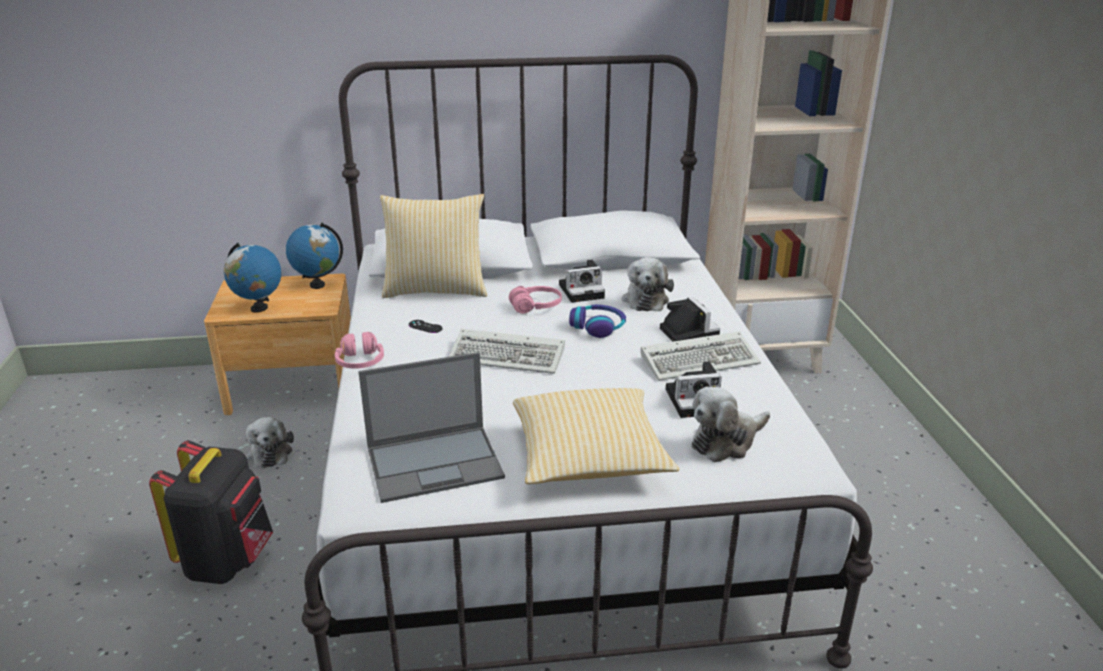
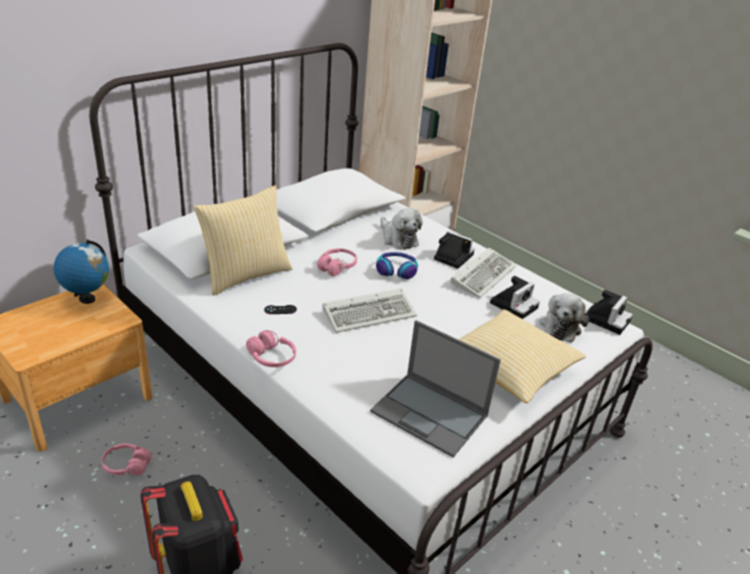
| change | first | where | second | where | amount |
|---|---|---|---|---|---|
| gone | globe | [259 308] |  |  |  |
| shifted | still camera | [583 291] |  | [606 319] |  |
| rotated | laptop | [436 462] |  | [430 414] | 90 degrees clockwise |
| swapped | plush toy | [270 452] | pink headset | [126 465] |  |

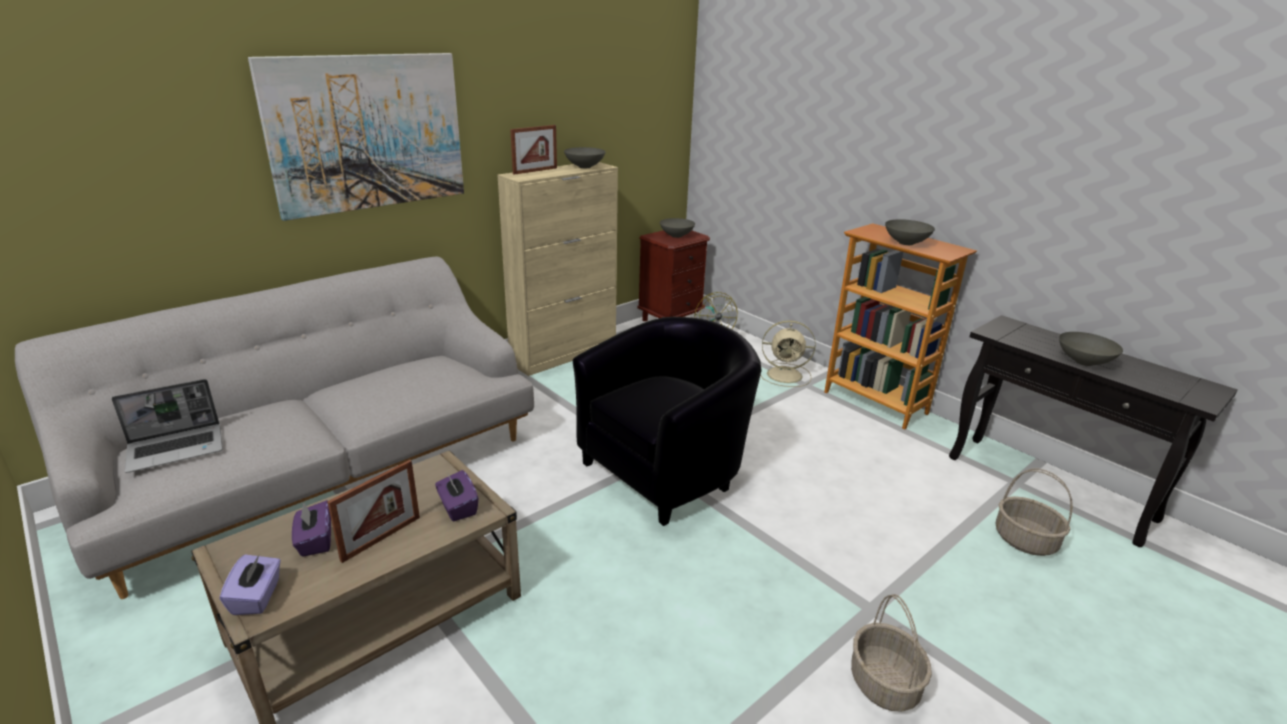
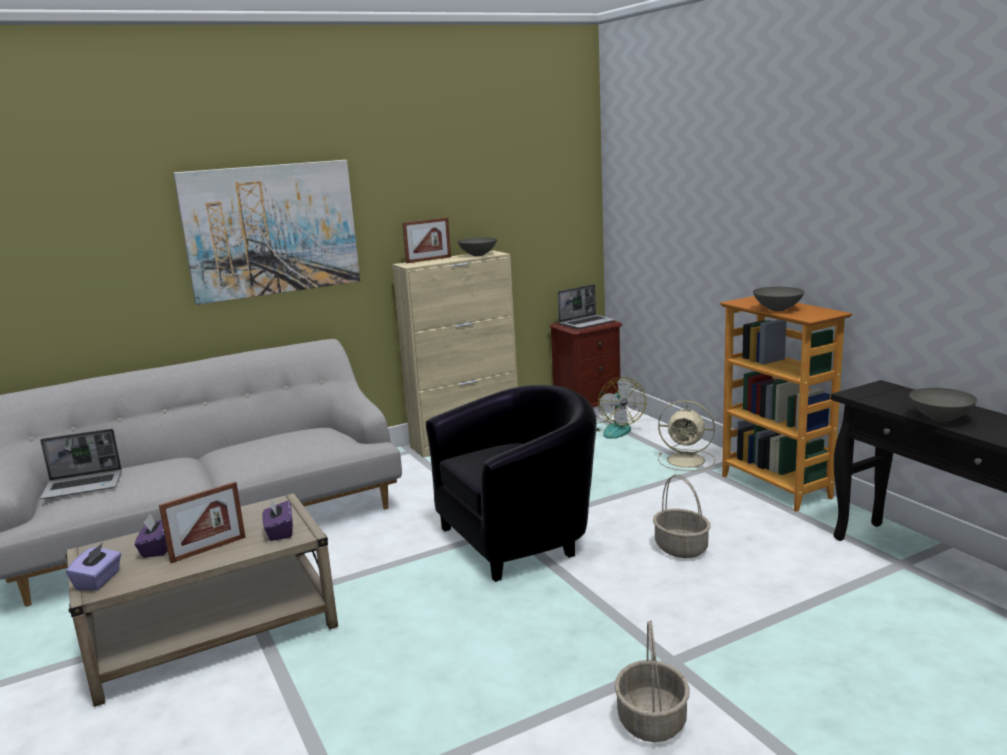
| change | first | where | second | where | amount |
|---|---|---|---|---|---|
| swapped | grey serving bowl | [676 235] | laptop | [587 323] |  |
| shifted | storage basket | [1026 540] |  | [682 548] |  |

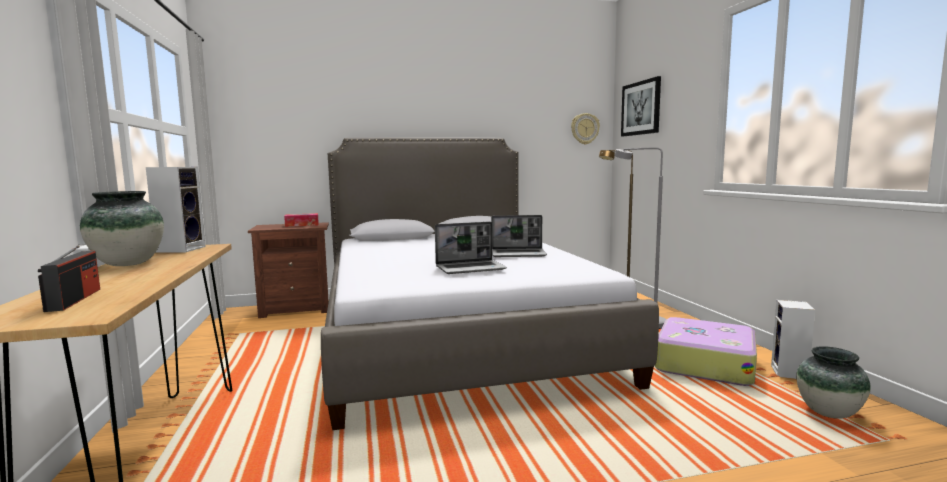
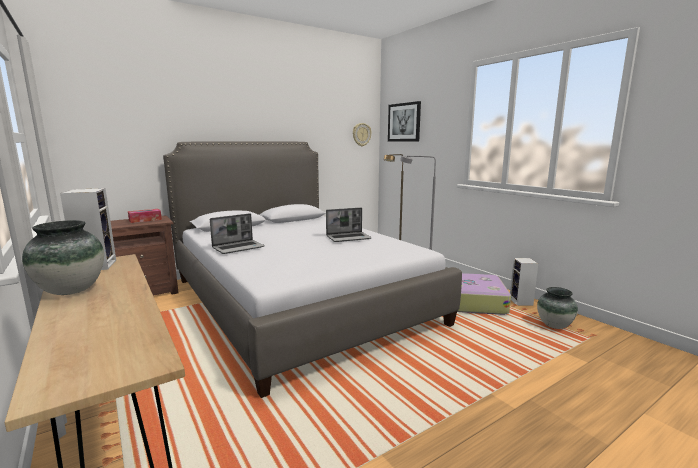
| change | first | where | second | where | amount |
|---|---|---|---|---|---|
| shifted | laptop | [471 268] |  | [238 248] |  |
| gone | radio | [74 299] |  |  |  |

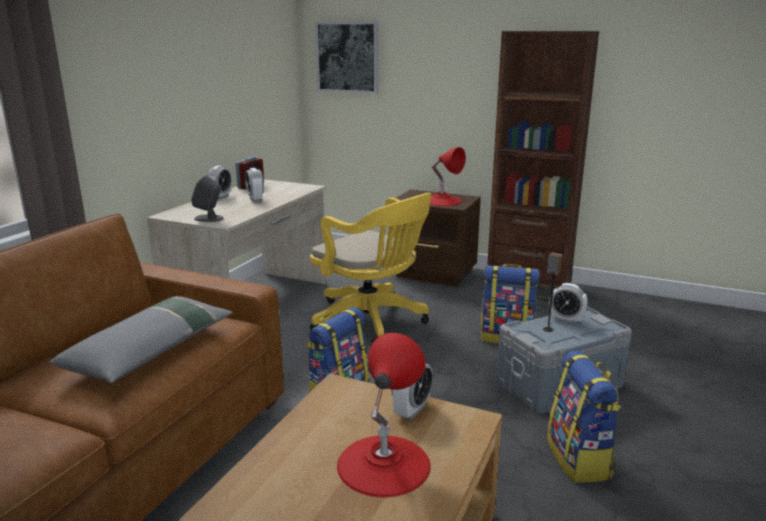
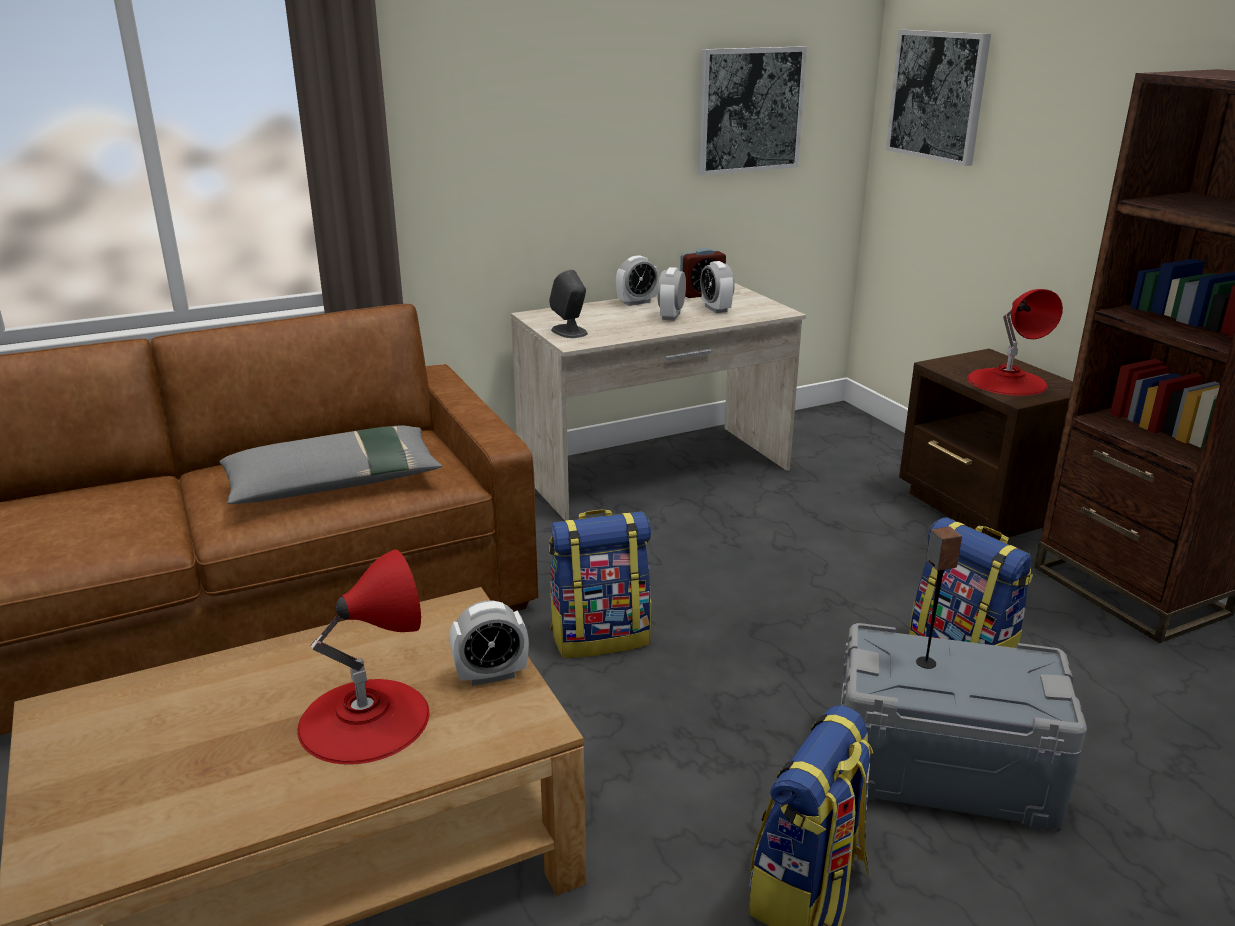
| change | first | where | second | where | amount |
|---|---|---|---|---|---|
| gone | yellow office chair | [373 321] |  |  |  |
| shifted | table clock | [566 320] |  | [716 309] |  |
| new |  |  | wall picture | [749 110] |  |

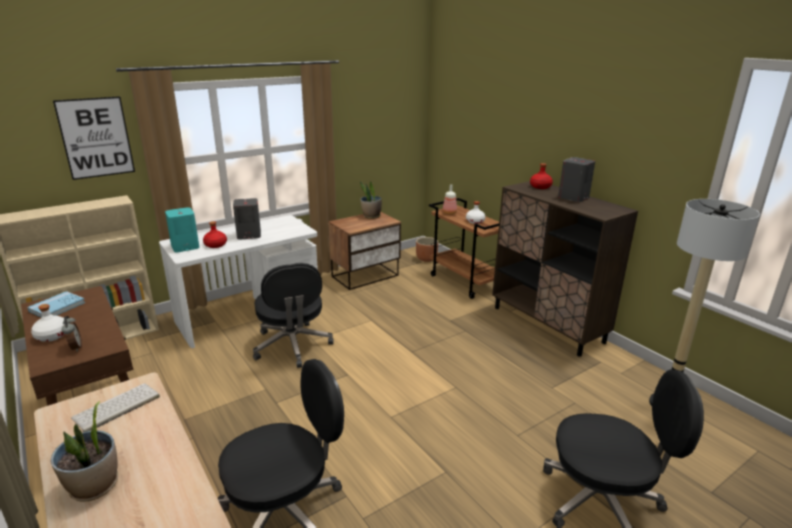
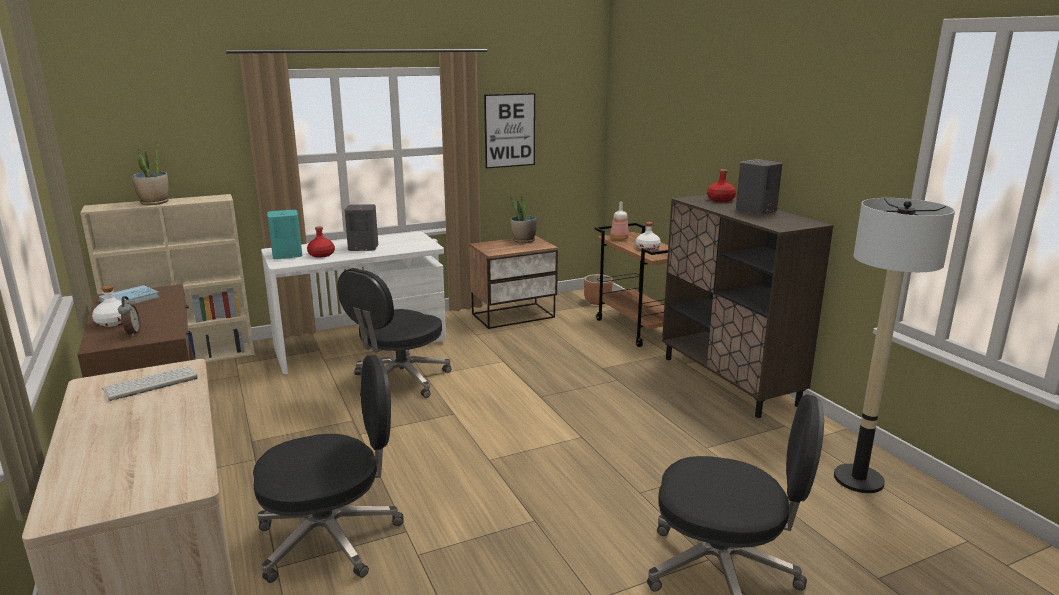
| change | first | where | second | where | amount |
|---|---|---|---|---|---|
| shifted | wall picture | [96 138] |  | [510 130] |  |
| rotated | black-coloured office chair | [292 346] |  | [399 380] | 45 degrees clockwise |
| shifted | houseplant | [94 486] |  | [154 203] |  |

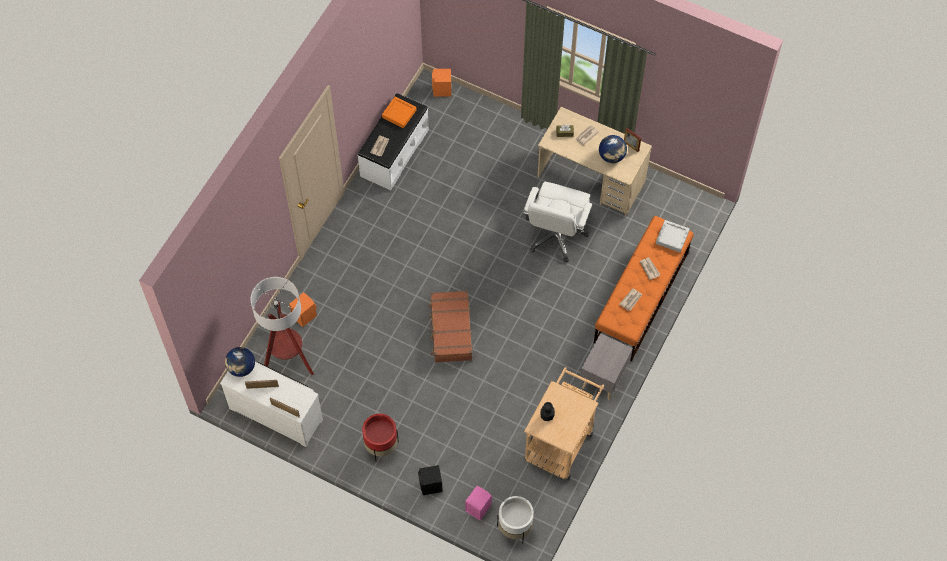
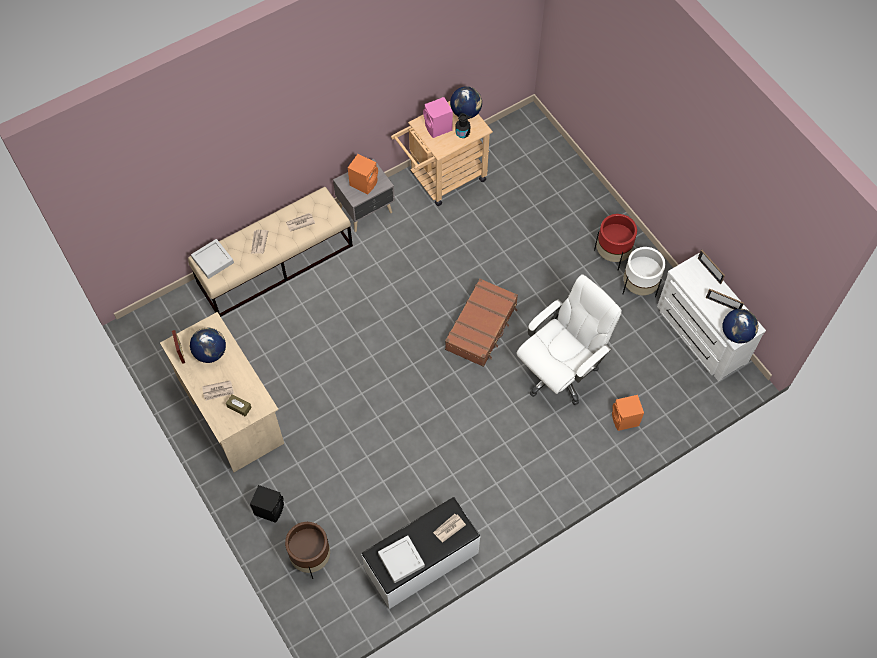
| change | first | where | second | where | amount |
|---|---|---|---|---|---|
| shifted | orange loudspeaker | [442 90] |  | [364 182] |  |
| repainted | orange tray | [399 114] | grey tray | [401 560] |  |
| shifted | white-coloured office chair | [556 236] |  | [560 371] |  |
| repainted | orange long seat | [641 297] | beige long seat | [275 264] |  |
| gone | standard lamp | [289 360] |  |  |  |
| shifted | black-coloured loudspeaker | [431 486] |  | [270 508] |  |
| shifted | pink loudspeaker | [477 507] |  | [438 128] |  |
| shifted | white-coloured plant pot | [515 527] |  | [639 287] |  |
| new |  |  | globe | [466 112] |  |
| new |  |  | brownish plant pot | [311 557] |  |

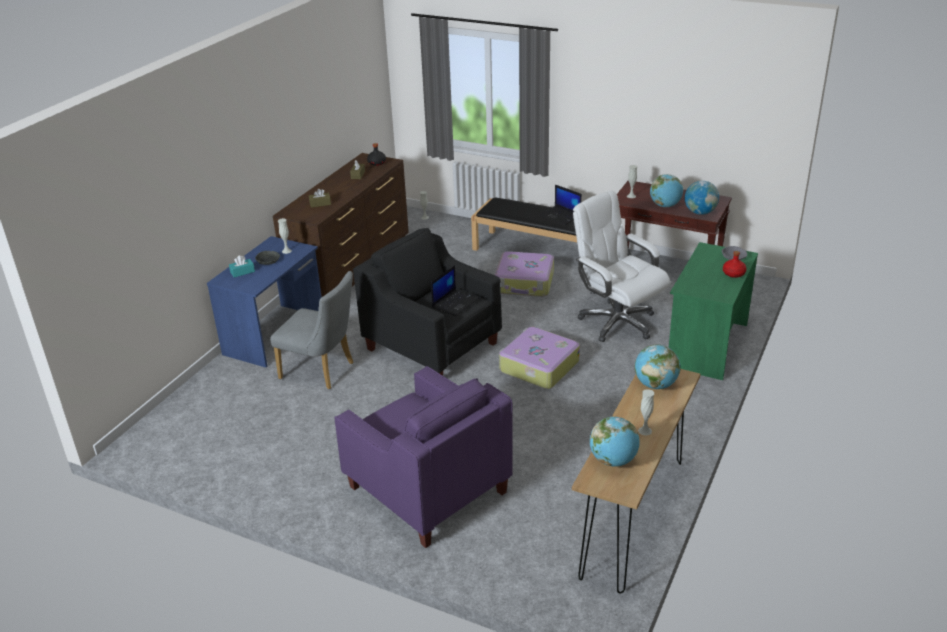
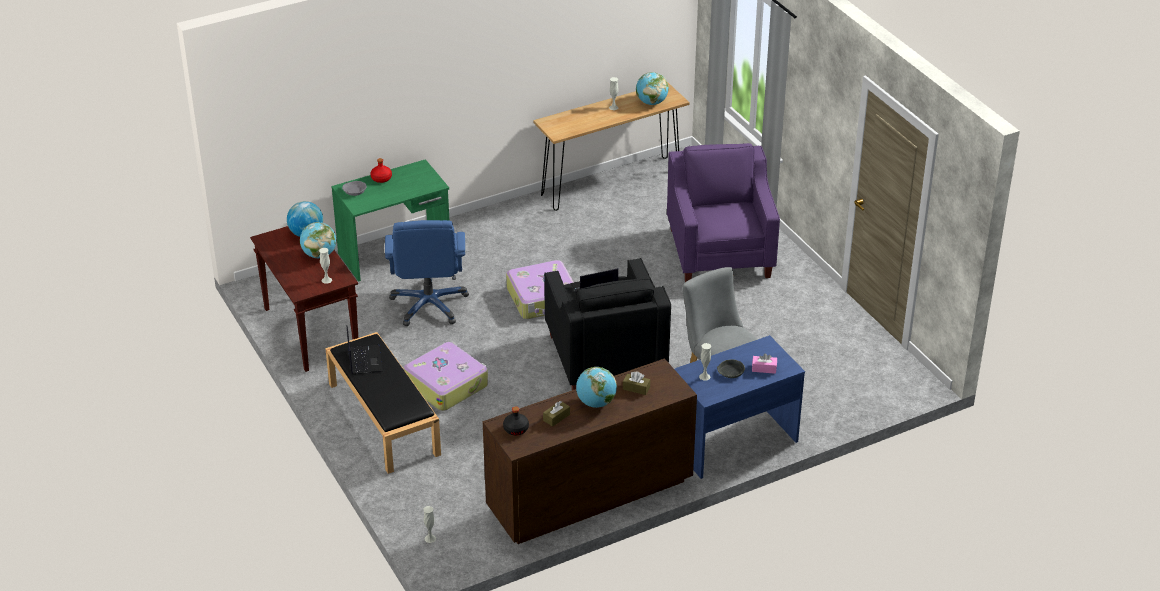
| change | first | where | second | where | amount |
|---|---|---|---|---|---|
| repainted | white-coloured office chair | [616 322] | blue-coloured office chair | [429 305] |  |
| repainted | turquoise box of tissues | [242 272] | pink box of tissues | [764 368] |  |
| shifted | globe | [655 385] |  | [596 403] |  |

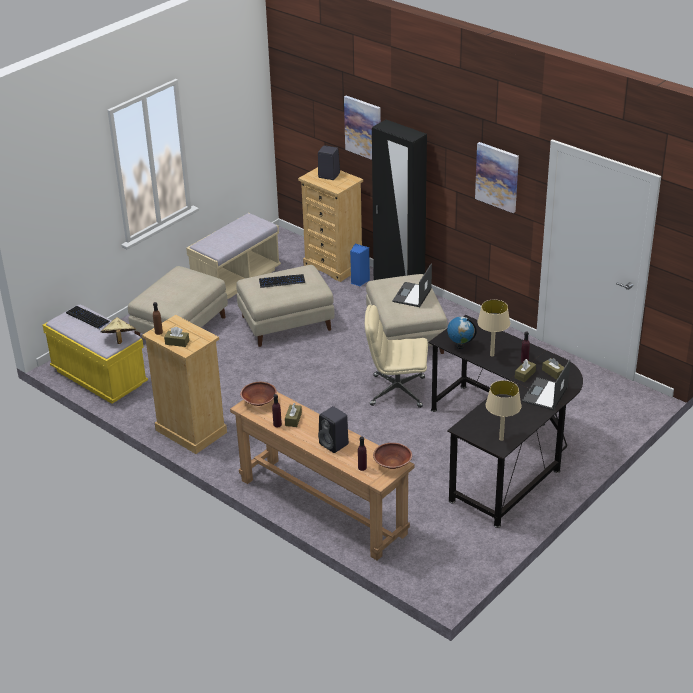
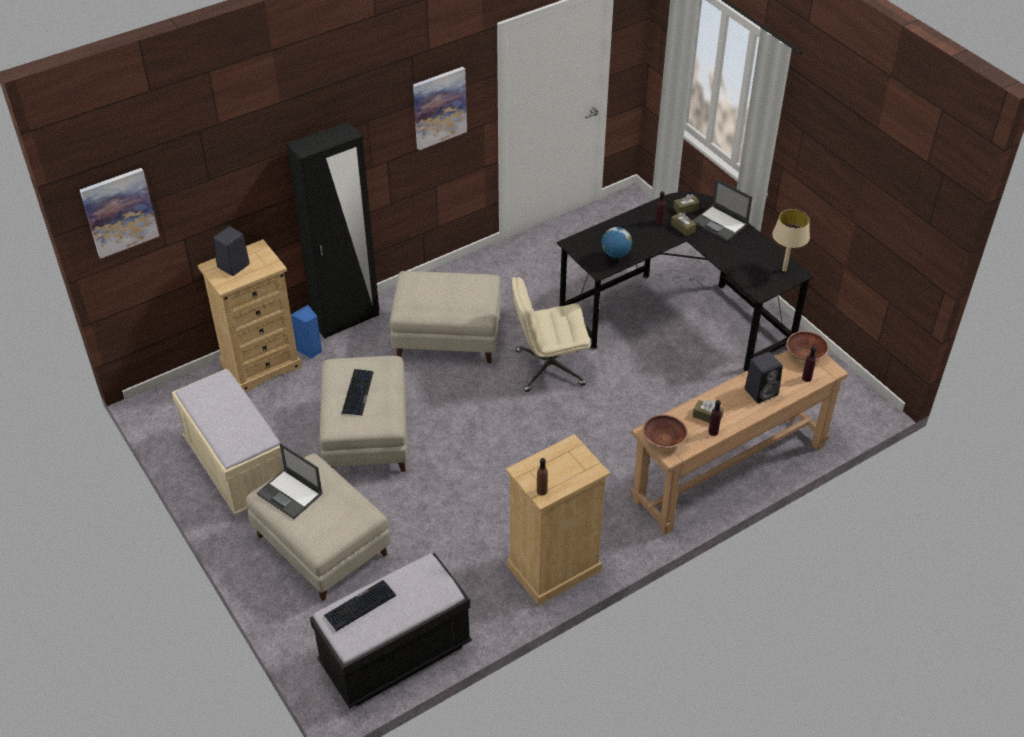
| change | first | where | second | where | amount |
|---|---|---|---|---|---|
| shifted | wall picture | [363 128] |  | [119 212] |  |
| shifted | laptop | [412 295] |  | [290 494] |  |
| gone | beige tabletop lamp | [492 355] |  |  |  |
| repainted | yellow long seat | [99 378] | black-coloured long seat | [395 655] |  |
| rotated | beige office chair | [396 391] |  | [549 368] | 60 degrees clockwise |
| gone | beige wearable hat | [119 339] |  |  |  |
| gone | brownish box of tissues | [177 342] |  |  |  |

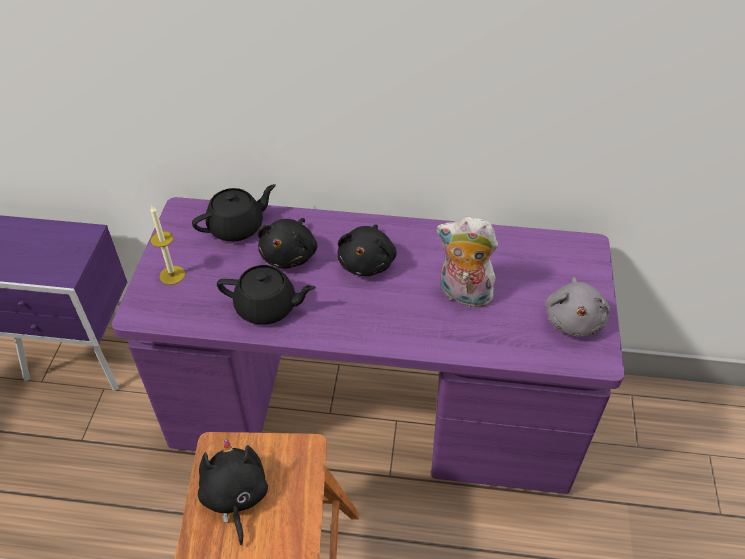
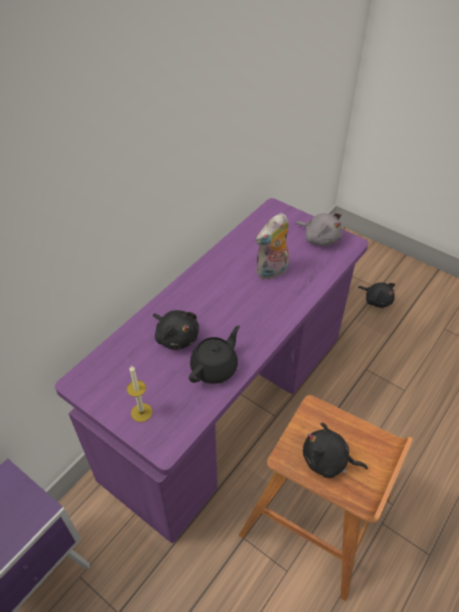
| change | first | where | second | where | amount |
|---|---|---|---|---|---|
| gone | black-coloured pot for tea | [237 227] |  |  |  |
| shifted | black-coloured plush toy | [367 262] |  | [376 300] |  |

